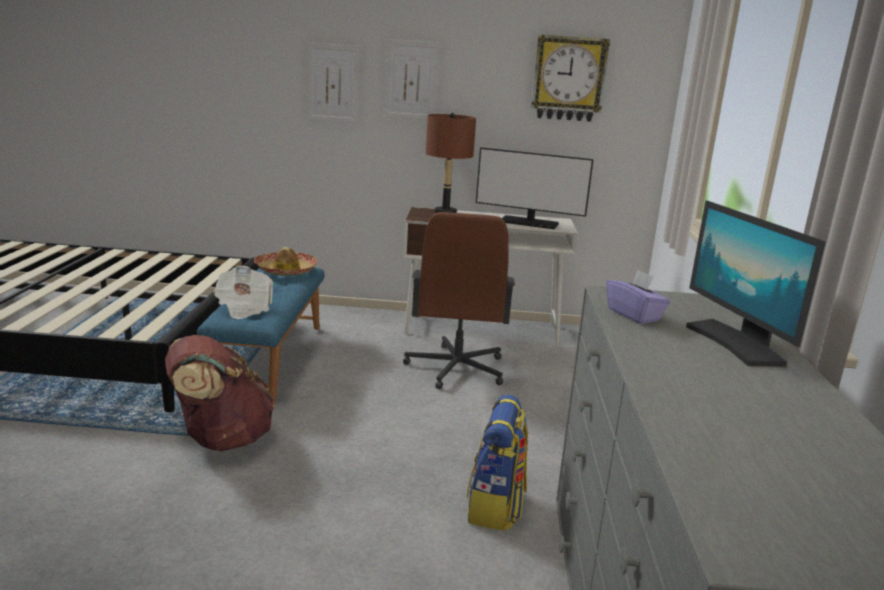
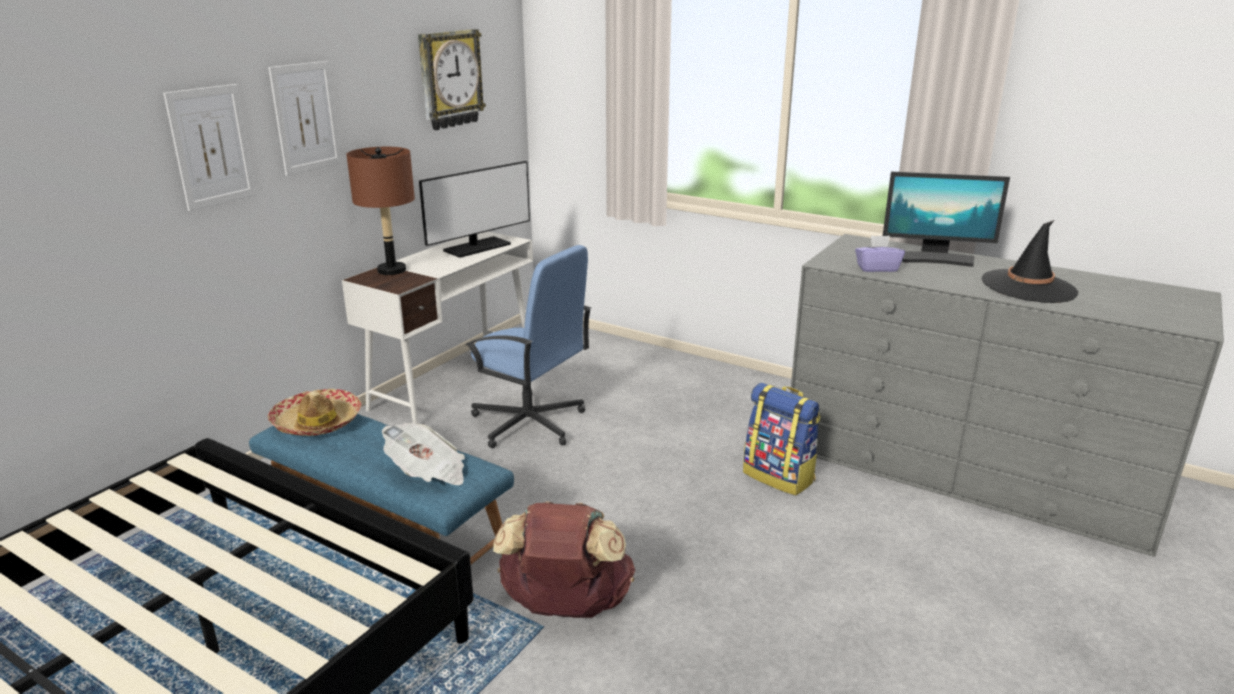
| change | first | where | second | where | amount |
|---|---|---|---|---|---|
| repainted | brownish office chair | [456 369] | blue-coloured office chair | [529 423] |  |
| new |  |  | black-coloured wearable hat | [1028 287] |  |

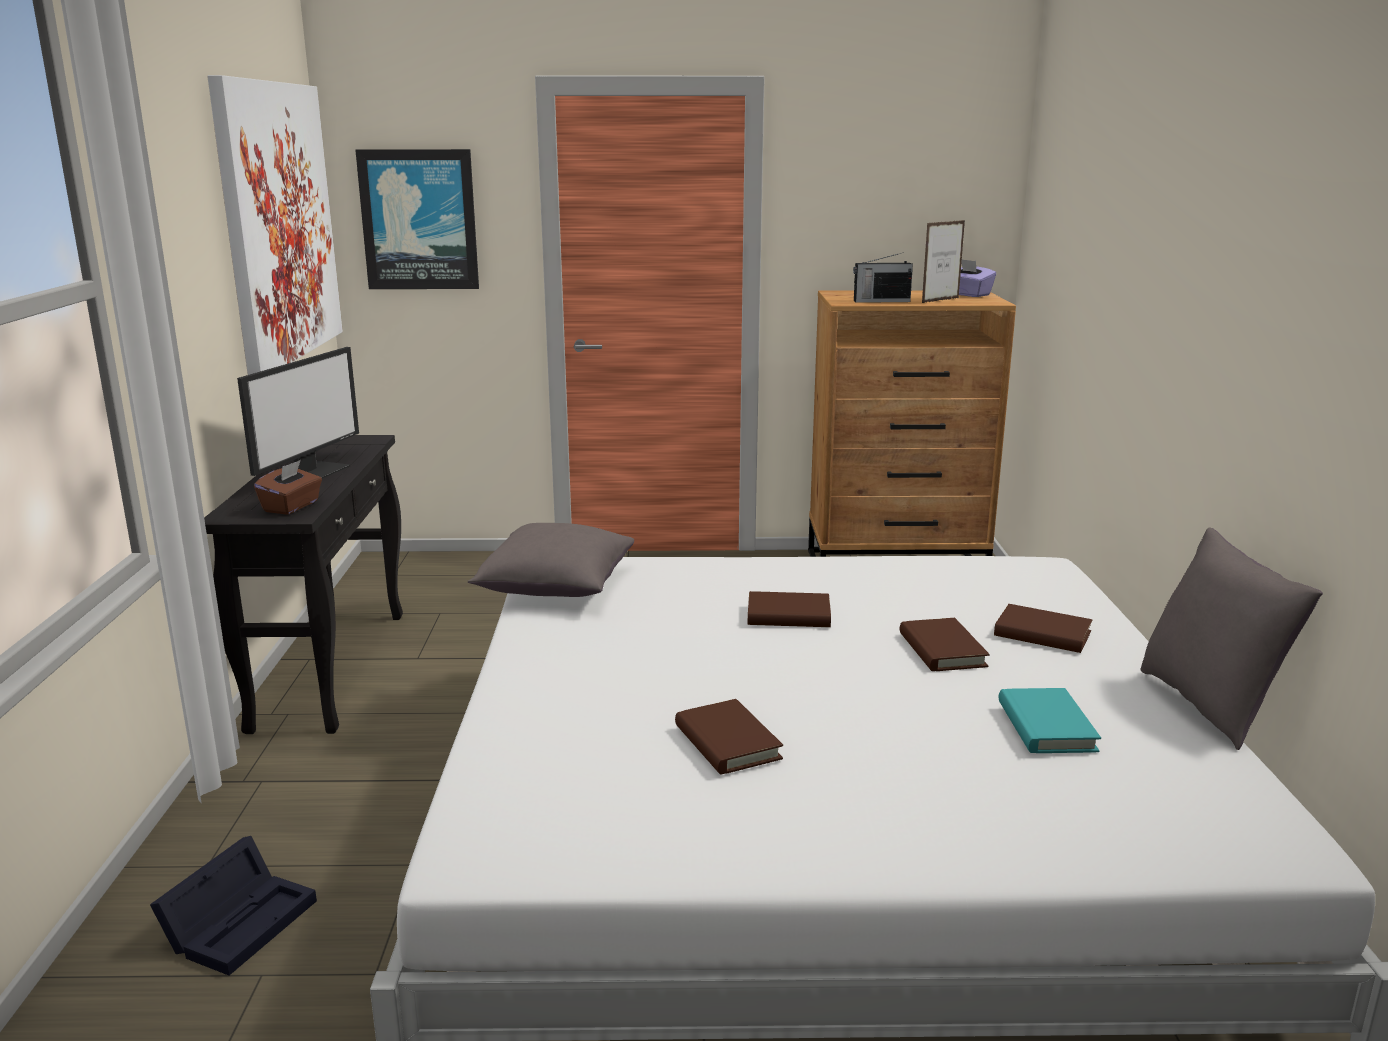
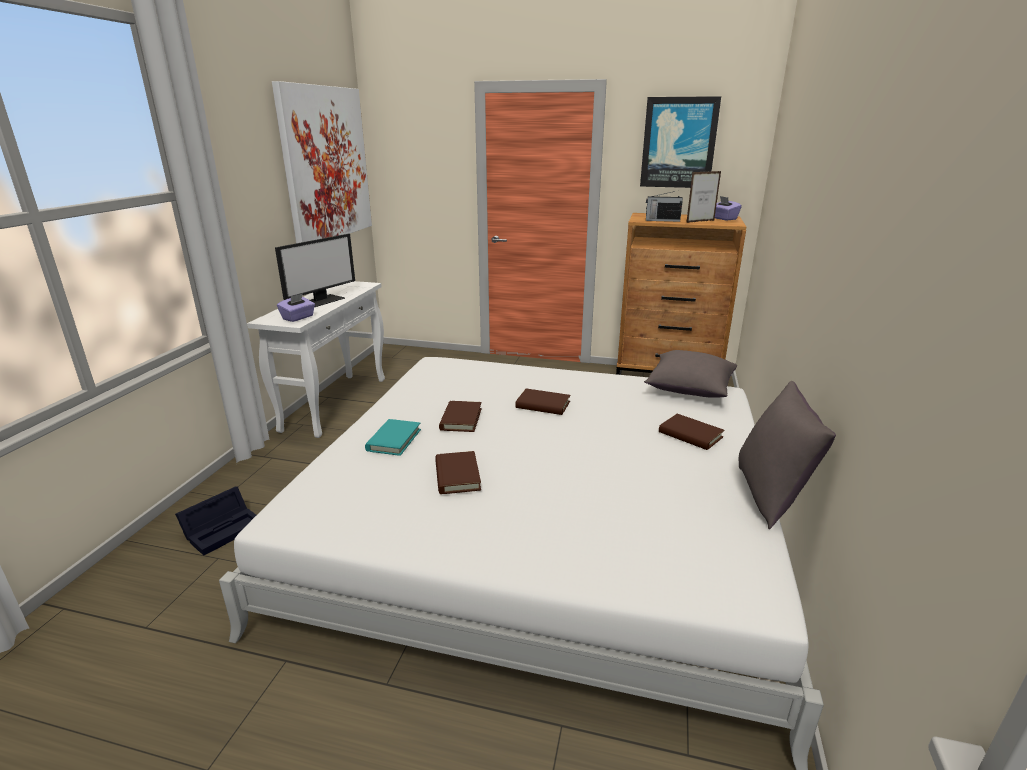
| change | first | where | second | where | amount |
|---|---|---|---|---|---|
| shifted | wall picture | [419 220] |  | [678 143] |  |
| repainted | black-coloured hall table | [331 668] | white-coloured hall table | [336 403] |  |
| repainted | brownish box of tissues | [292 506] | purple box of tissues | [298 318] |  |
| shifted | grey throw pillow | [555 587] |  | [689 389] |  |
| shifted | brownish volume | [942 650] |  | [461 419] |  |
| shifted | turquoise volume | [1046 726] |  | [394 440] |  |

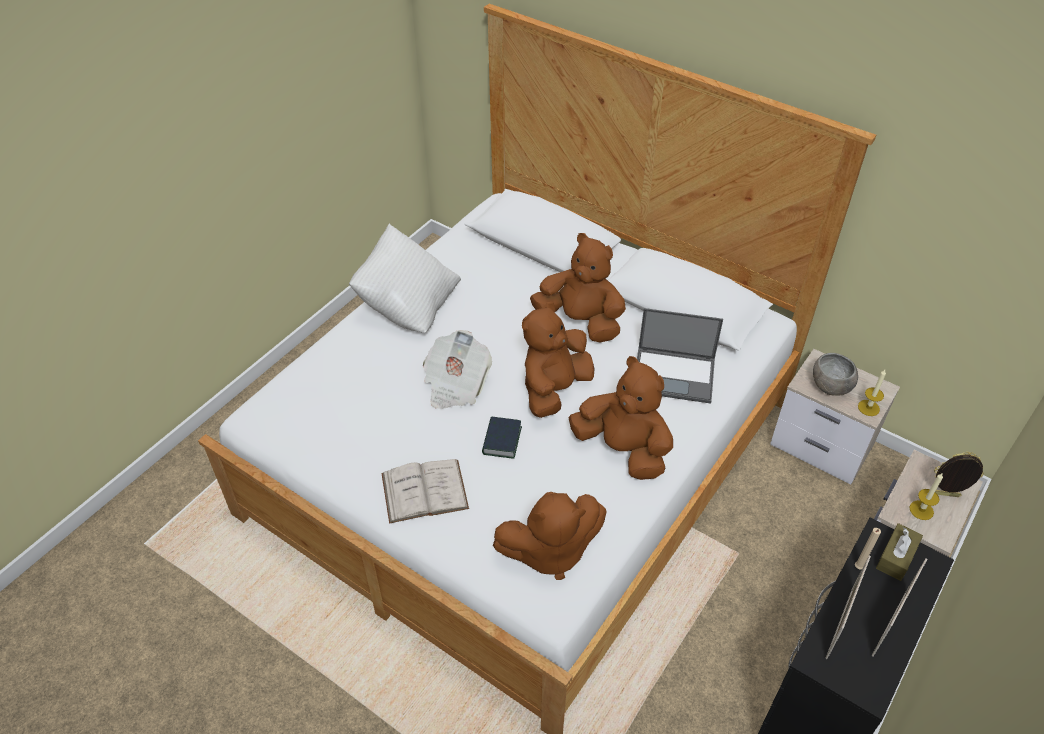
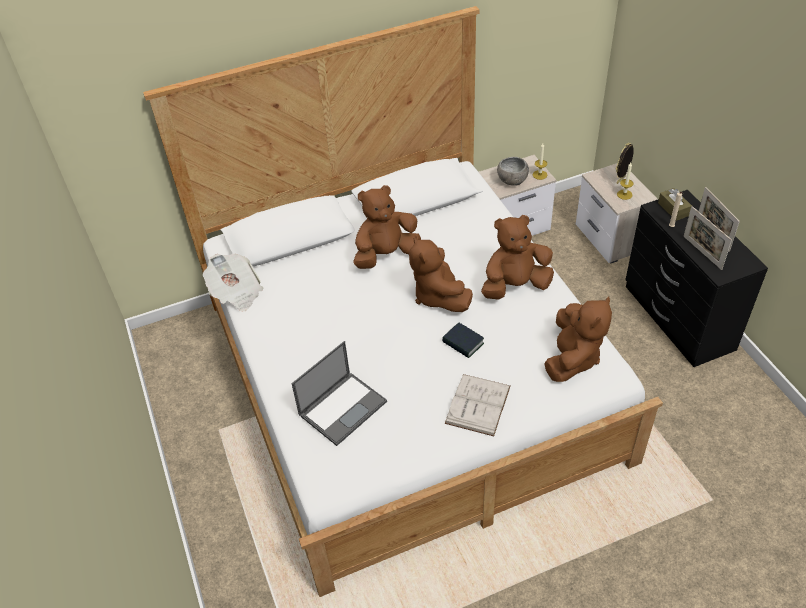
| change | first | where | second | where | amount |
|---|---|---|---|---|---|
| gone | white-coloured throw pillow | [408 305] |  |  |  |
| shifted | laptop | [675 375] |  | [343 407] |  |
| shifted | printed paper | [455 384] |  | [236 292] |  |

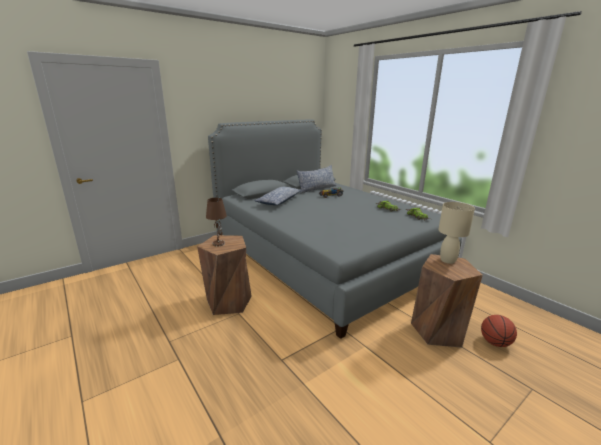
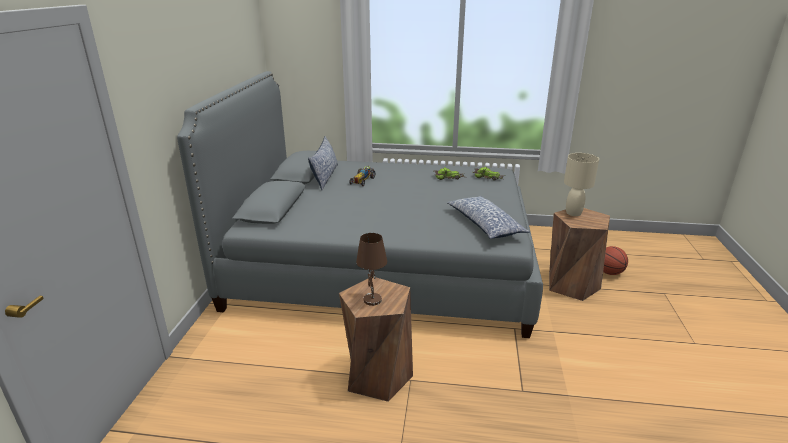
| change | first | where | second | where | amount |
|---|---|---|---|---|---|
| shifted | throw pillow | [279 201] |  | [484 225] |  |

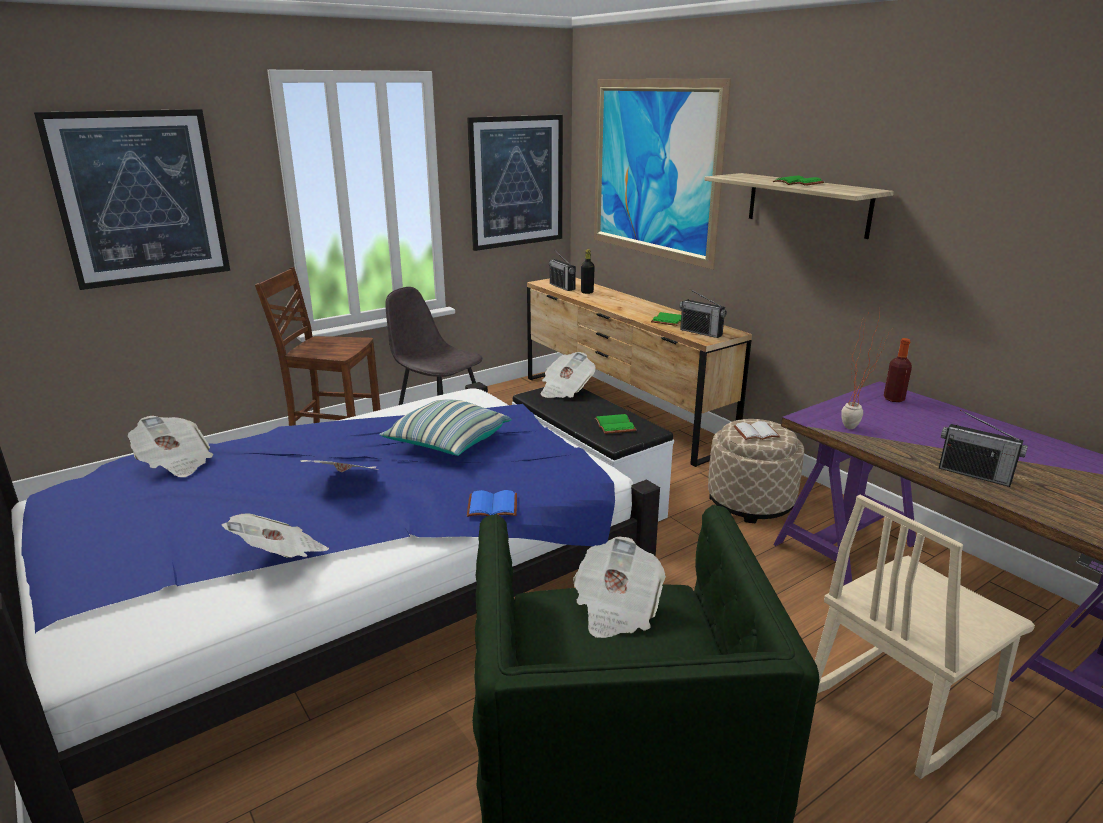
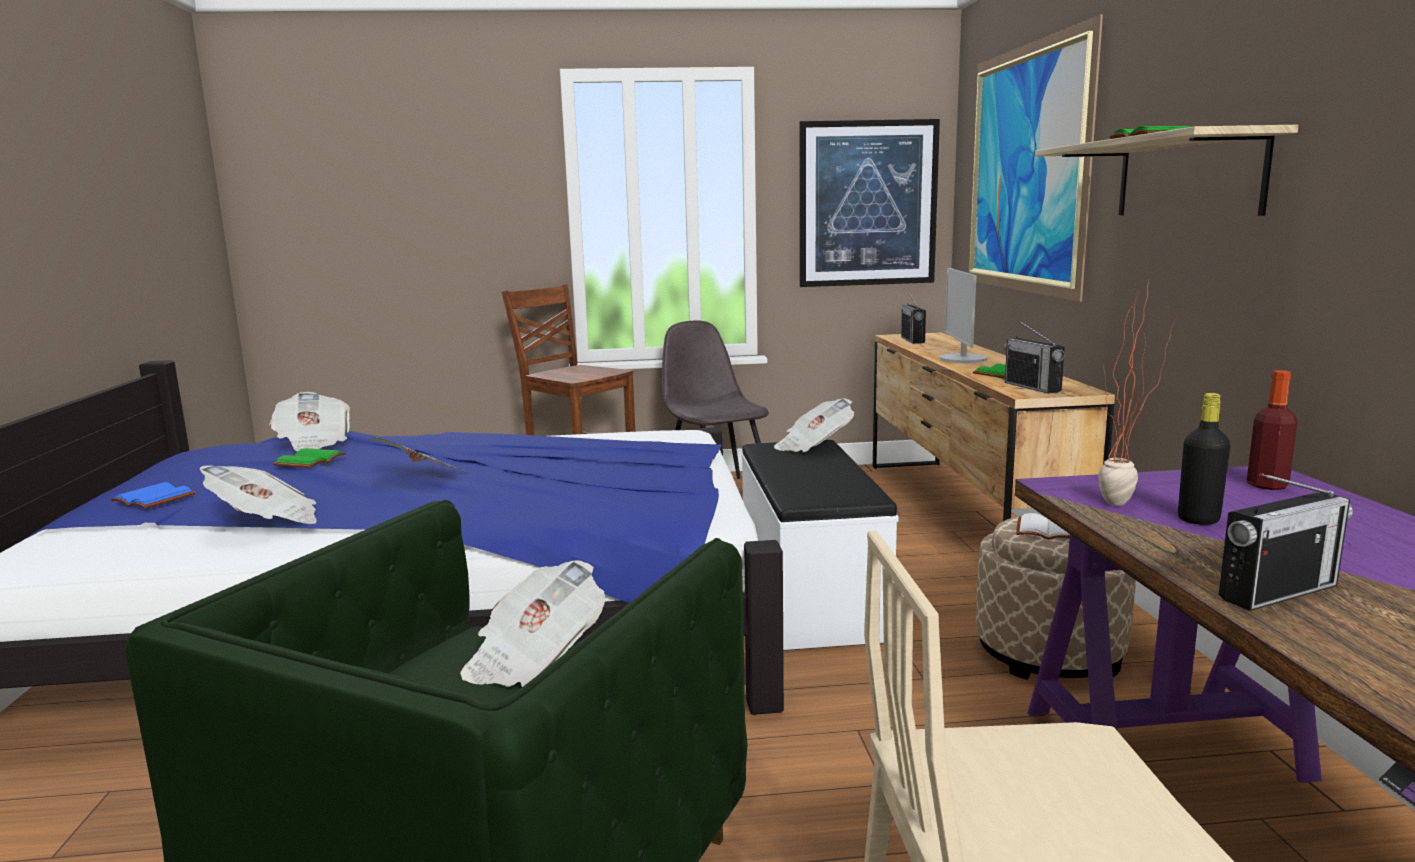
| change | first | where | second | where | amount |
|---|---|---|---|---|---|
| gone | wall picture | [140 198] |  |  |  |
| shifted | black-coloured beverage bottle | [587 292] |  | [1198 520] |  |
| gone | throw pillow | [447 443] |  |  |  |
| rotated | radio | [974 474] |  | [1278 592] | 90 degrees counterclockwise |
| shifted | greenish volume | [616 425] |  | [311 461] |  |
| shifted | blue-coloured volume | [491 507] |  | [151 499] |  |
| new |  |  | monitor | [962 359] |  |

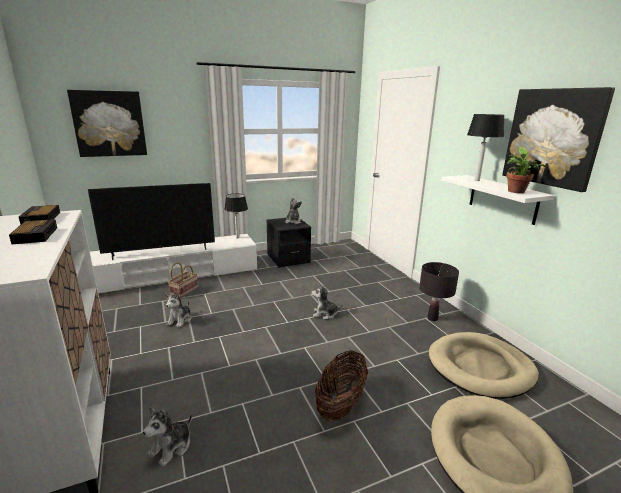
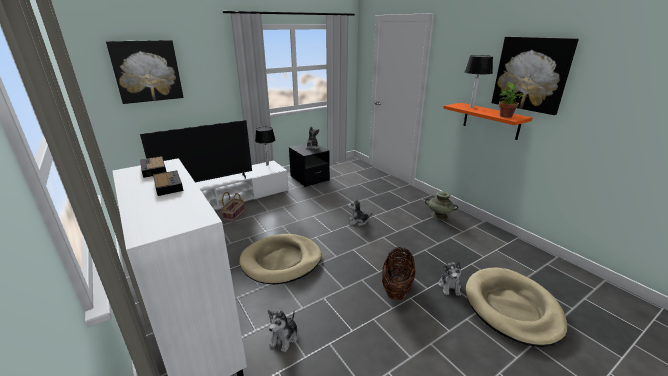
| change | first | where | second | where | amount |
|---|---|---|---|---|---|
| repainted | white-coloured bracket shelf | [502 199] | orange bracket shelf | [491 120] |  |
| swapped | black-coloured tabletop lamp | [432 318] | turquoise decorative vase | [439 215] |  |
| shifted | plush toy | [180 320] |  | [449 286] |  |
| shifted | beige dog bed | [480 367] |  | [281 261] |  |

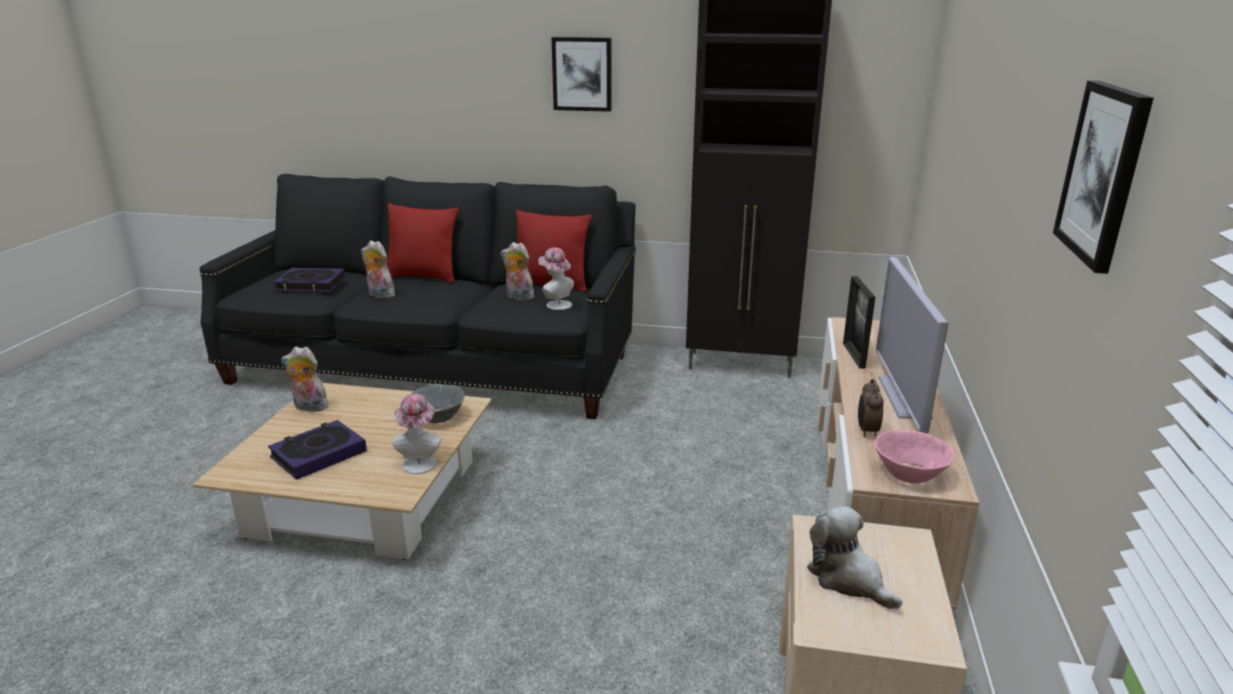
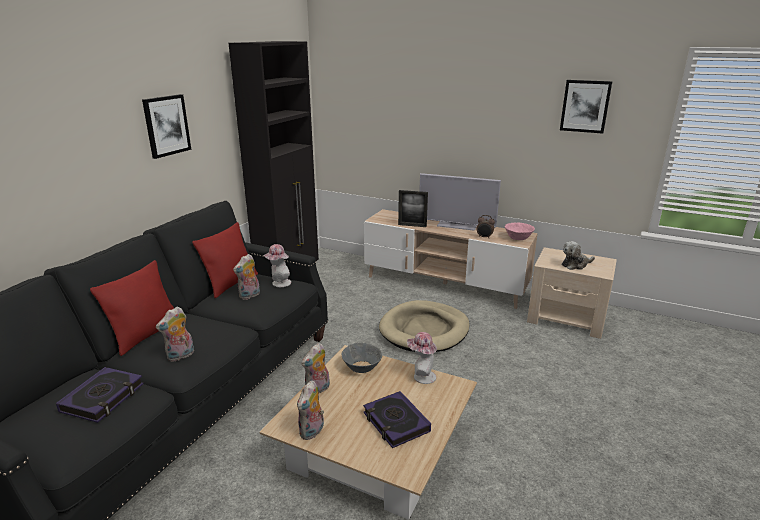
| change | first | where | second | where | amount |
|---|---|---|---|---|---|
| new |  |  | beige dog bed | [424 330] |  |
| new |  |  | plush toy | [318 389] |  |

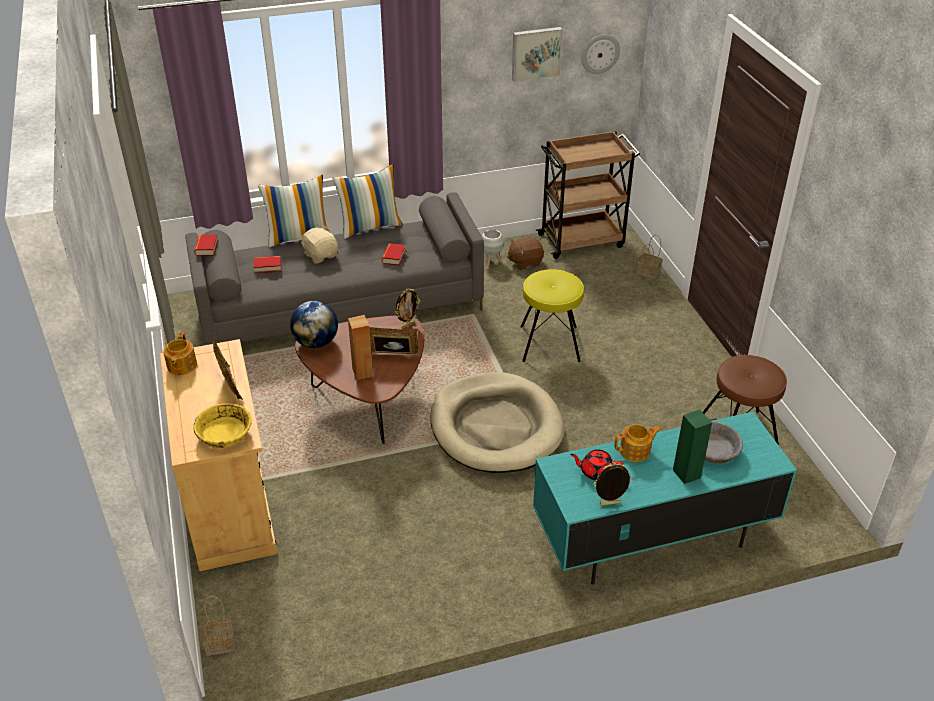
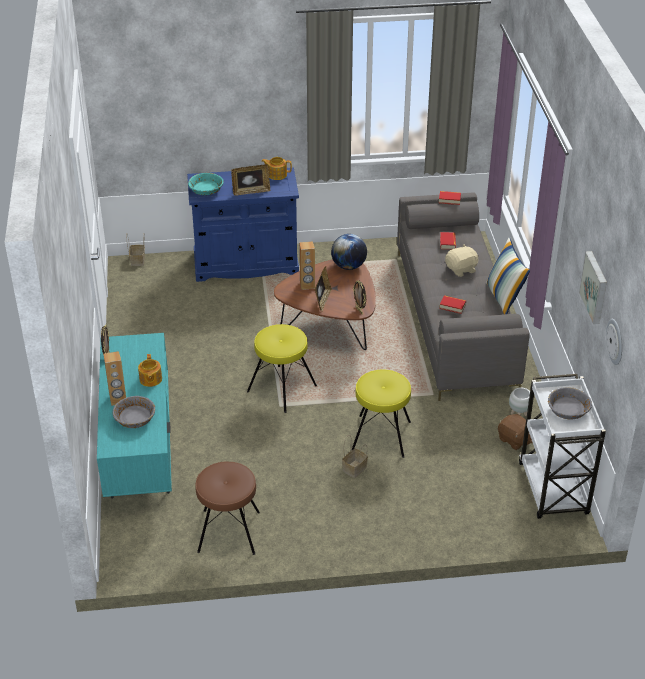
| change | first | where | second | where | amount |
|---|---|---|---|---|---|
| repainted | brownish wheeled cart | [582 240] | white-coloured wheeled cart | [553 490] |  |
| gone | throw pillow | [298 236] |  |  |  |
| shifted | storage basket | [649 272] |  | [354 469] |  |
| rotated | brownish plush toy | [525 262] |  | [515 440] | 150 degrees clockwise |
| repainted | beige cupboard | [230 503] | blue-coloured cupboard | [246 264] |  |
| swapped | beige dog bed | [495 427] | yellow stool | [282 388] |  |
| repainted | yellow serving bowl | [224 434] | turquoise serving bowl | [206 190] |  |
| repainted | greenish loudspeaker | [687 473] | brownish loudspeaker | [118 400] |  |
| gone | red pot for tea | [596 472] |  |  |  |
| new |  |  | grey serving bowl | [568 410] |  |

